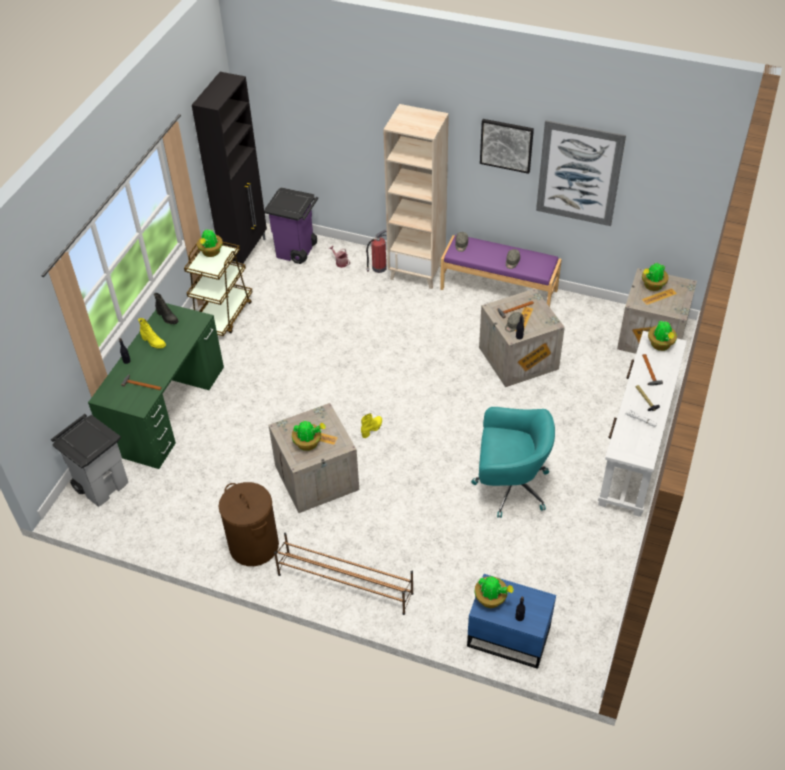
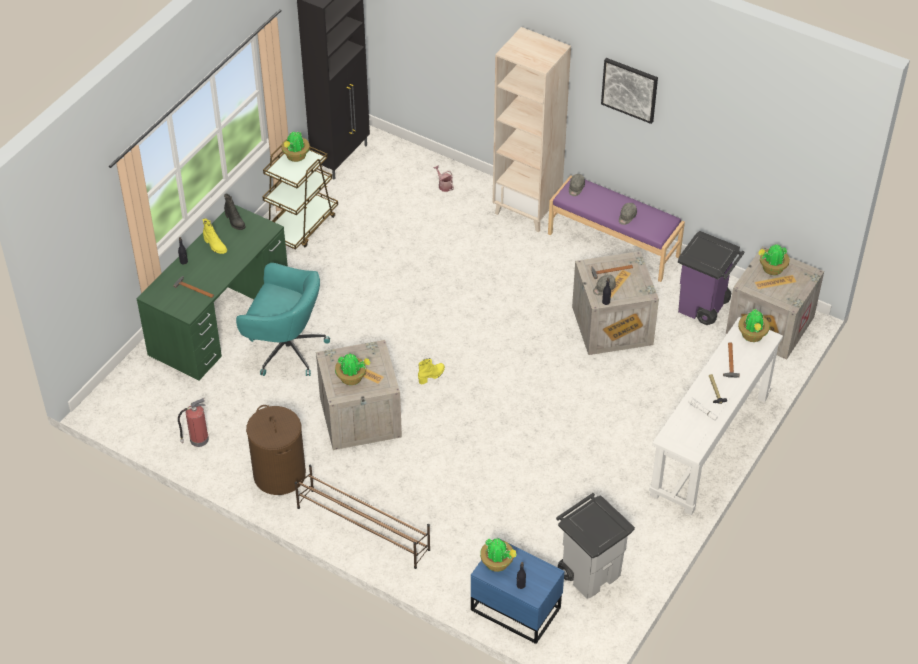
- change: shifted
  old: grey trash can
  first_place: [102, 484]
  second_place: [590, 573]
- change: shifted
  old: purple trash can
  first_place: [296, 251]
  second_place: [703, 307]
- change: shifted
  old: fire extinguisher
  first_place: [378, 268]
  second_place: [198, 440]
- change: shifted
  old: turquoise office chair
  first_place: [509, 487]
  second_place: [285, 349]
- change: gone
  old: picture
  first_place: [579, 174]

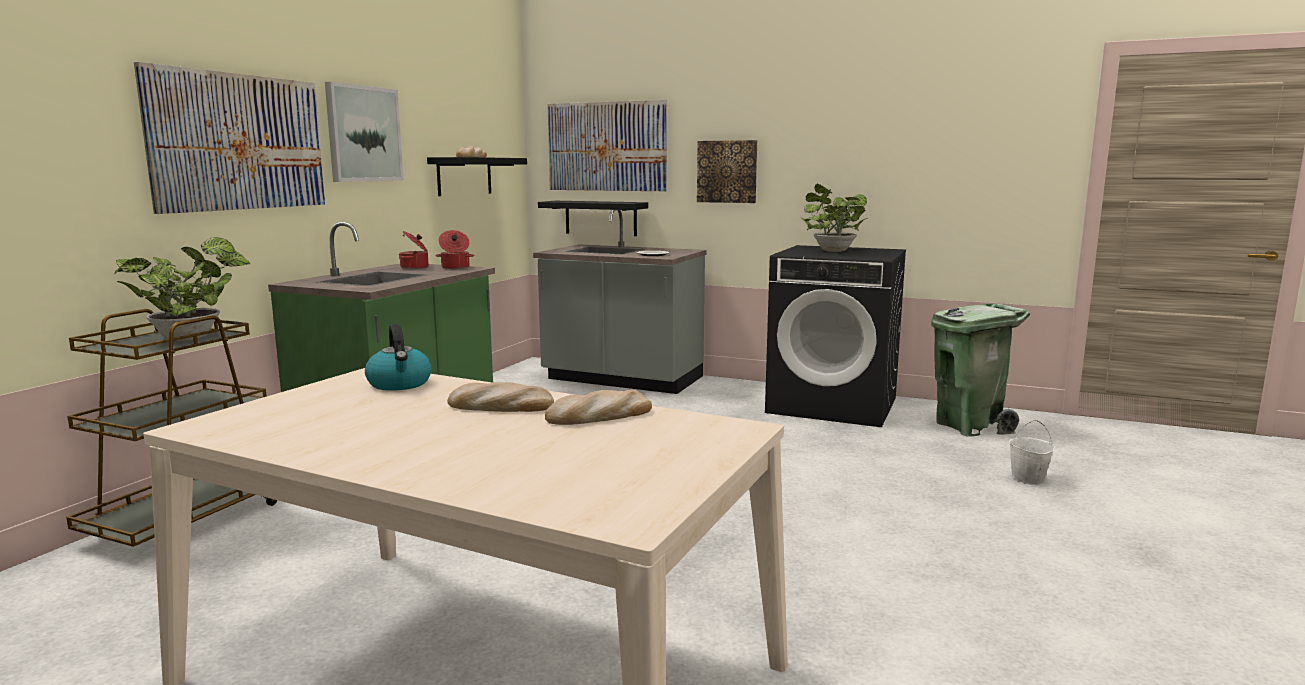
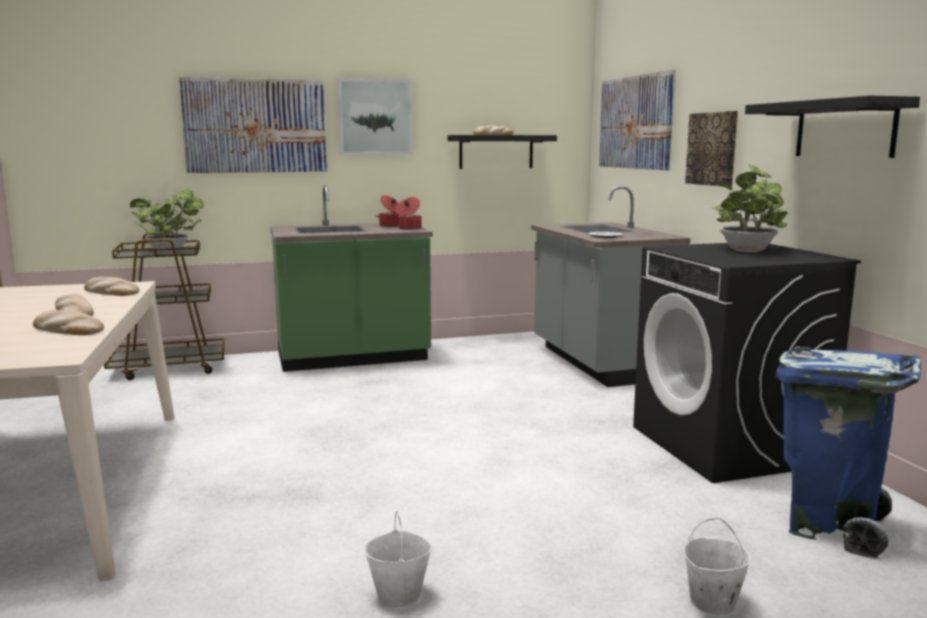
- change: swapped
  old: kettle
  new: bread
  first_place: [400, 384]
  second_place: [110, 292]
- change: shifted
  old: black shelf
  first_place: [600, 218]
  second_place: [844, 129]
- change: repainted
  old: green trash can
  new: blue trash can
  first_place: [969, 426]
  second_place: [831, 526]
- change: new
  new: white bucket
  second_place: [399, 594]

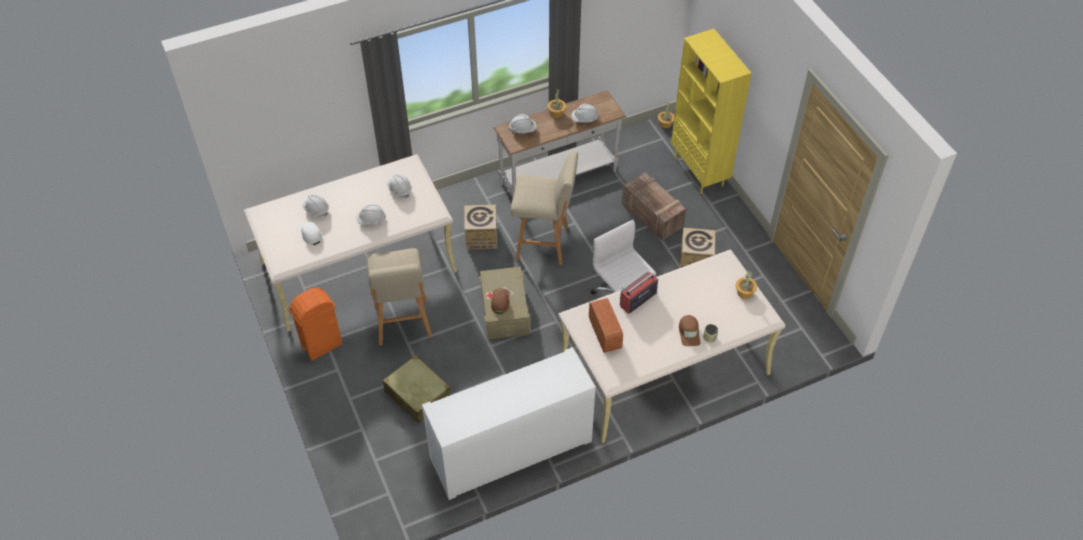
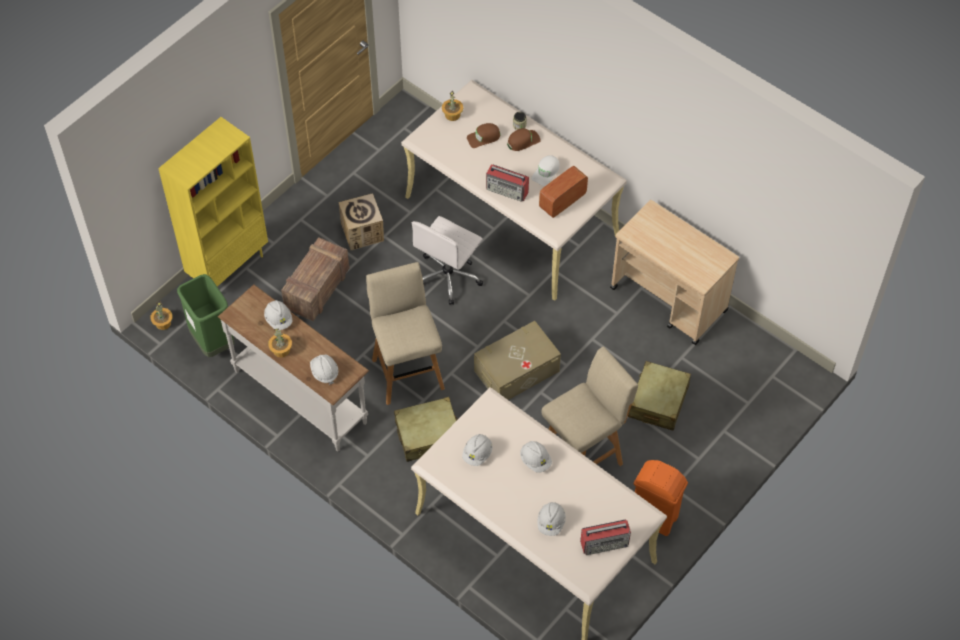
- change: shifted
  old: white cap
  first_place: [310, 234]
  second_place: [546, 172]
- change: swapped
  old: white cabinet
  new: beige cart
  first_place: [511, 450]
  second_place: [669, 300]
- change: swapped
  old: cardboard box
  new: beige suitcase
  first_place: [481, 237]
  second_place: [428, 435]
- change: shifted
  old: brown cap
  first_place: [500, 301]
  second_place: [483, 137]
- change: new
  new: green trash can
  second_place: [213, 342]
- change: new
  new: radio
  second_place: [605, 543]

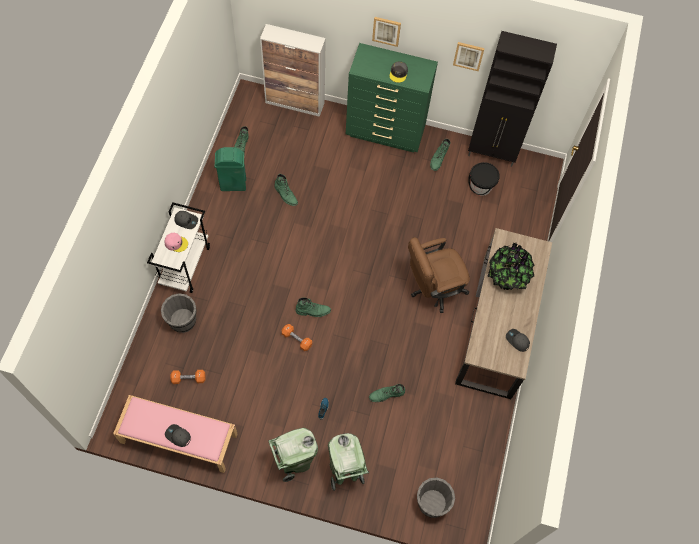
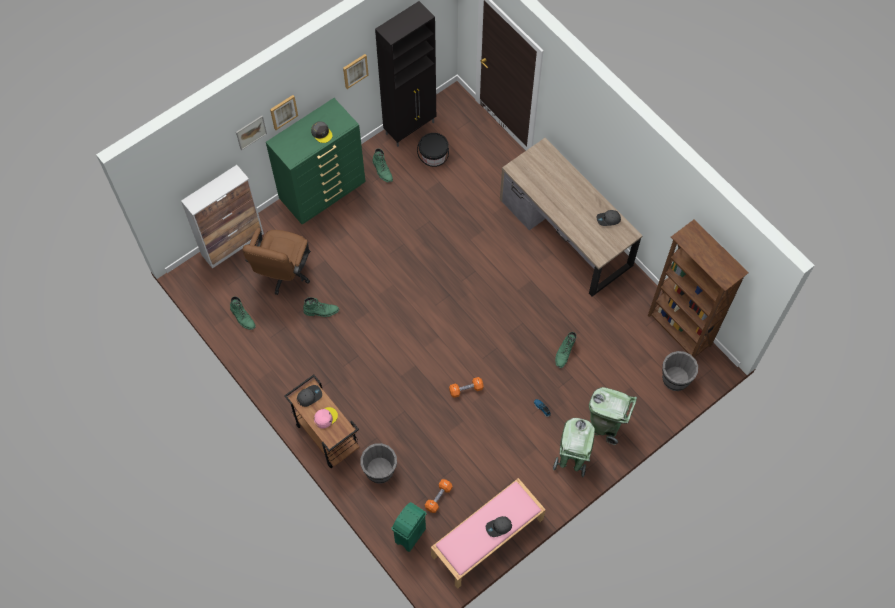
- change: repainted
  old: white cart
  new: brown cart
  first_place: [185, 265]
  second_place: [326, 436]
- change: shifted
  old: green trash can
  first_place: [233, 184]
  second_place: [410, 535]
- change: gone
  old: green boot
  first_place: [313, 311]
- change: shifted
  old: brown office chair
  first_place: [433, 288]
  second_place: [283, 274]
- change: gone
  old: potted plant
  first_place: [507, 277]
- change: new
  new: picture
  second_place: [251, 132]
- change: new
  new: brown bookcase
  second_place: [679, 331]

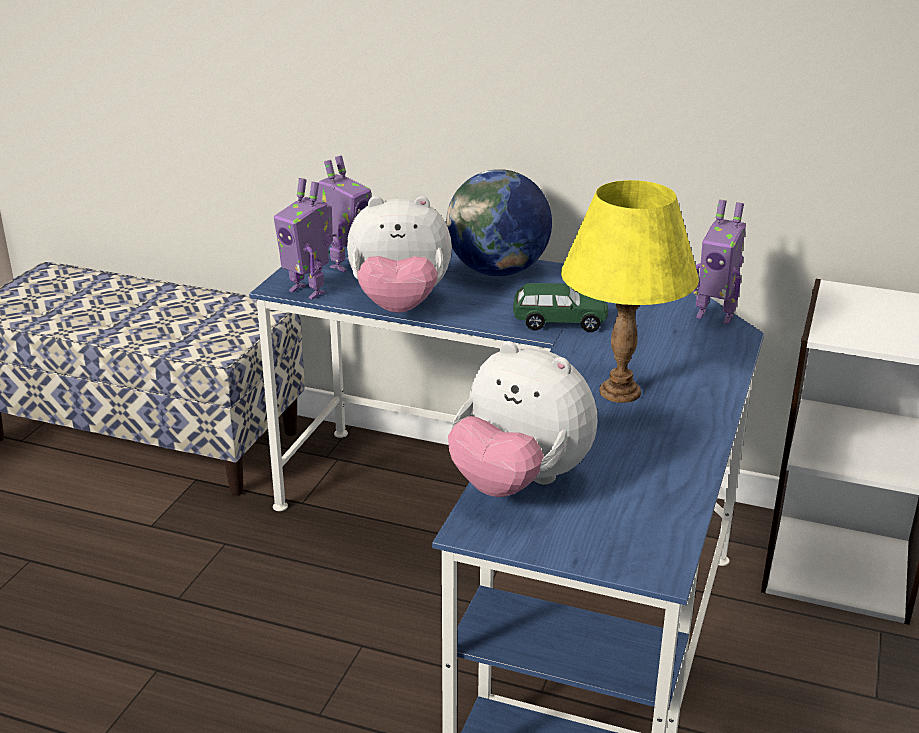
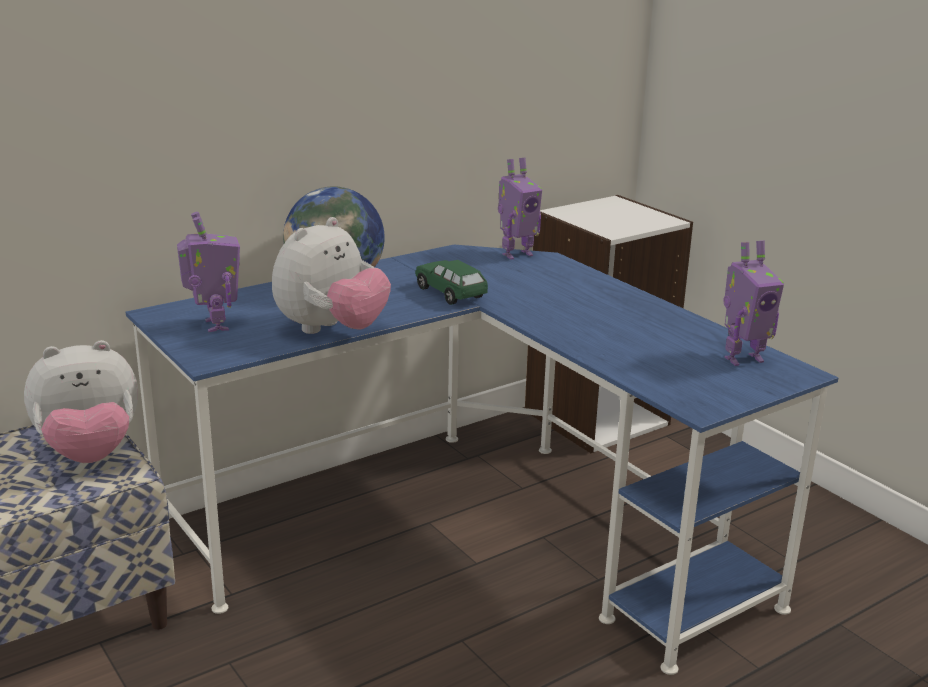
- change: shifted
  old: toy robot
  first_place: [308, 291]
  second_place: [742, 358]
- change: shifted
  old: plush toy
  first_place: [519, 483]
  second_place: [90, 453]
- change: rotated
  old: green toy car
  first_place: [559, 322]
  second_place: [451, 293]
  degrees: -75
- change: gone
  old: yellow table lamp
  first_place: [619, 392]

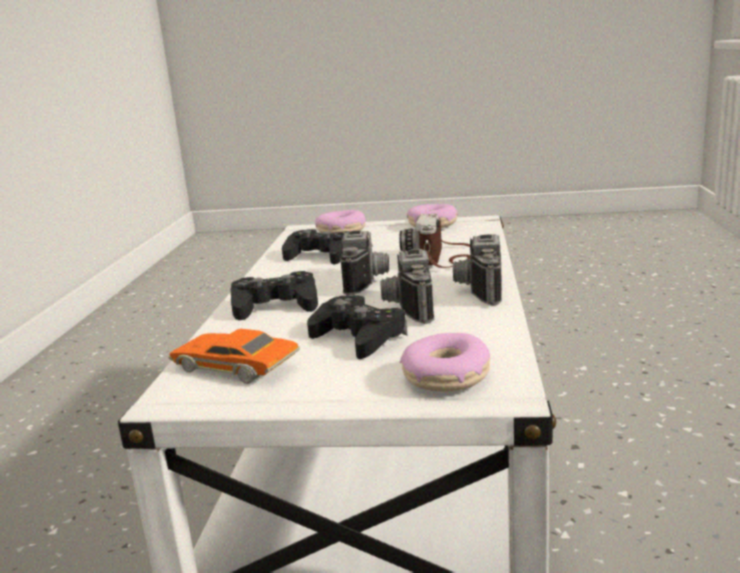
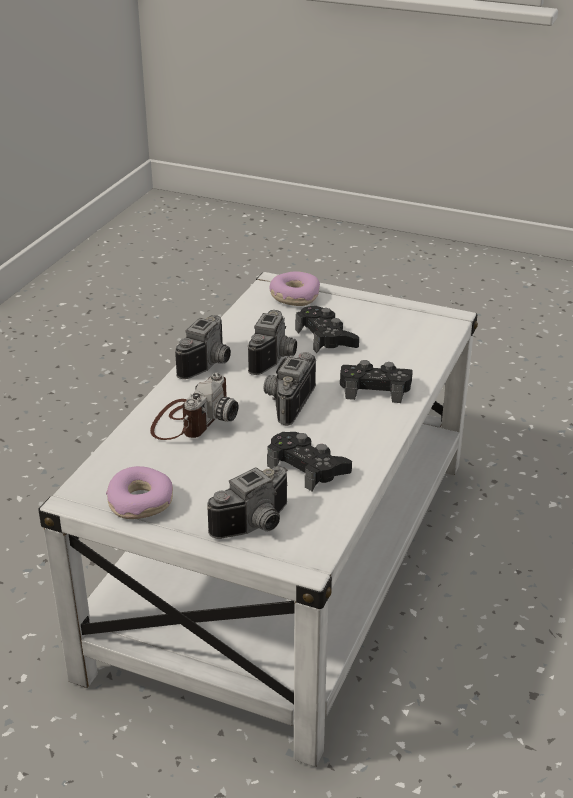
- change: gone
  old: orange toy car
  first_place: [235, 366]
- change: swapped
  old: donut
  new: photo camera
  first_place: [342, 231]
  second_place: [257, 525]

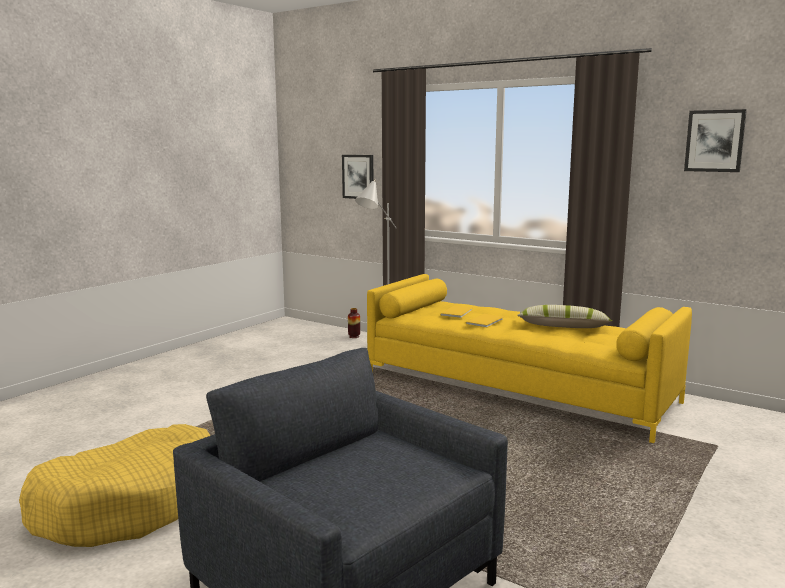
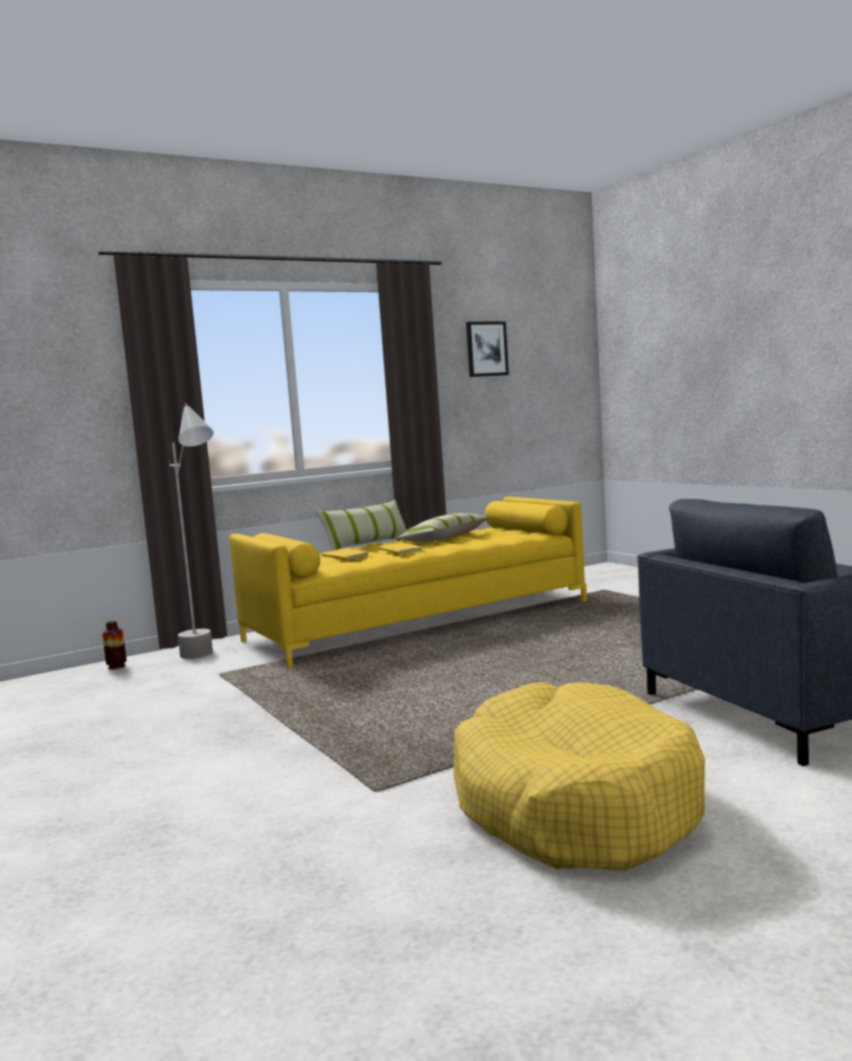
- change: gone
  old: picture
  first_place: [358, 176]
- change: new
  new: pillow
  second_place: [367, 544]

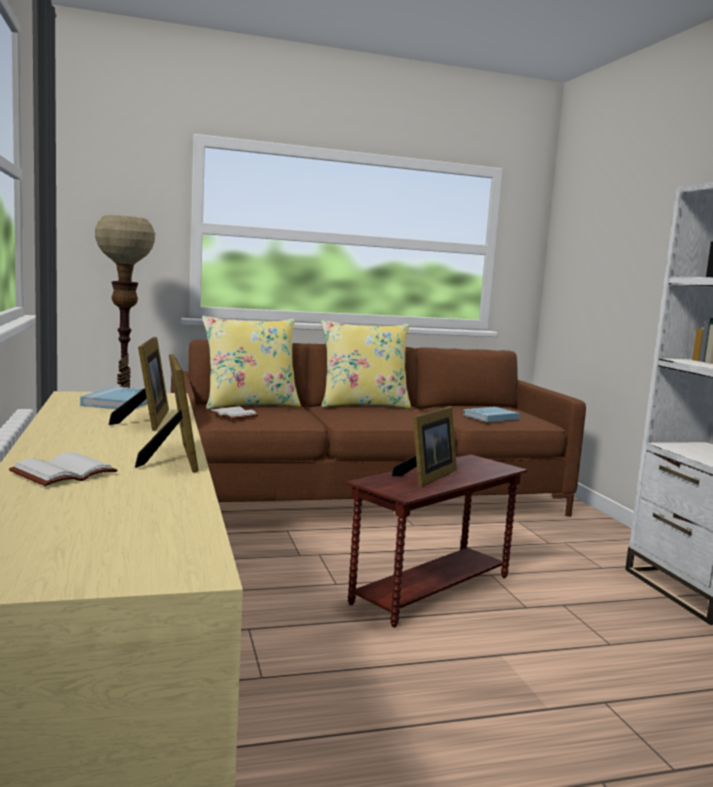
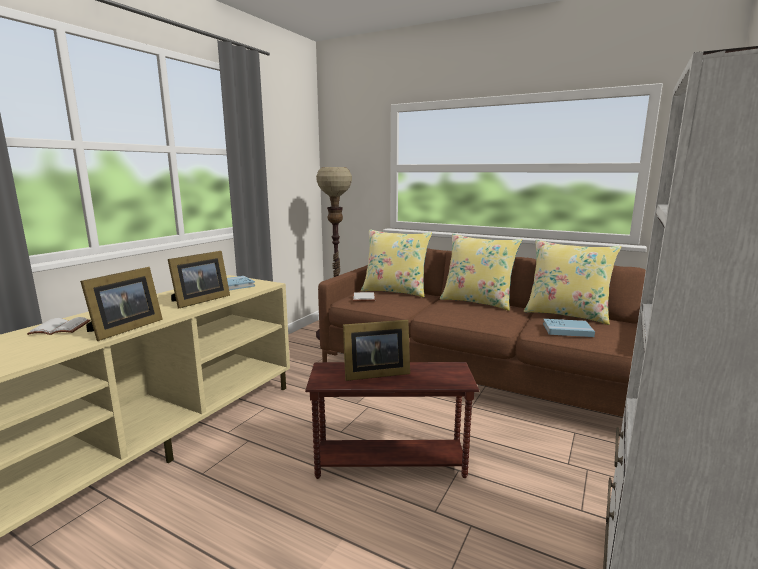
- change: new
  new: yellow pillow
  second_place: [566, 314]

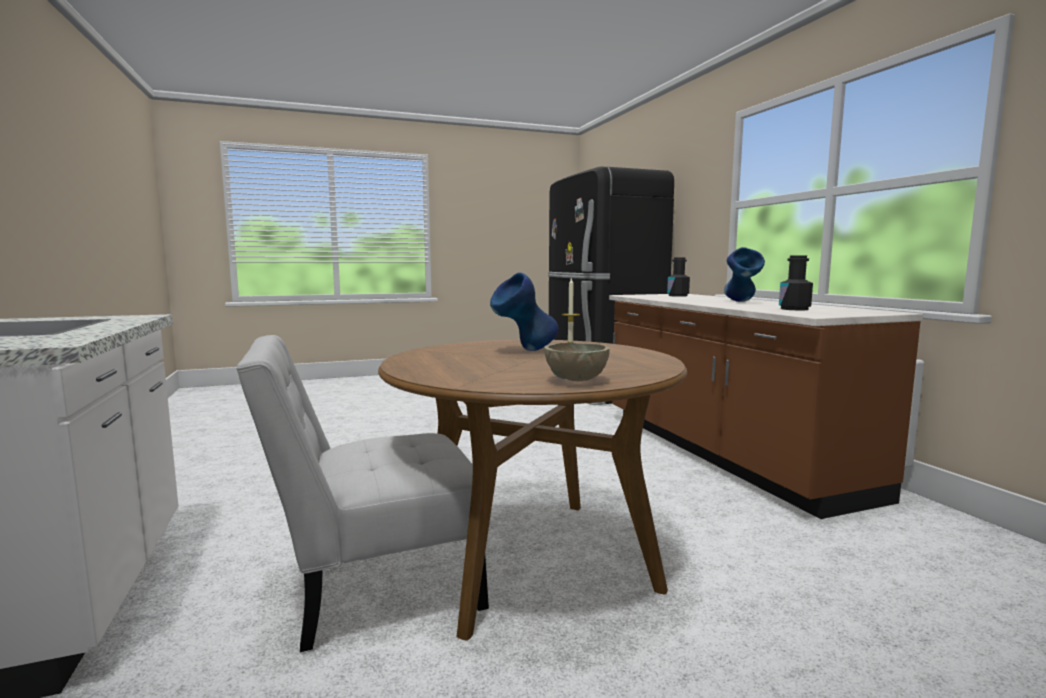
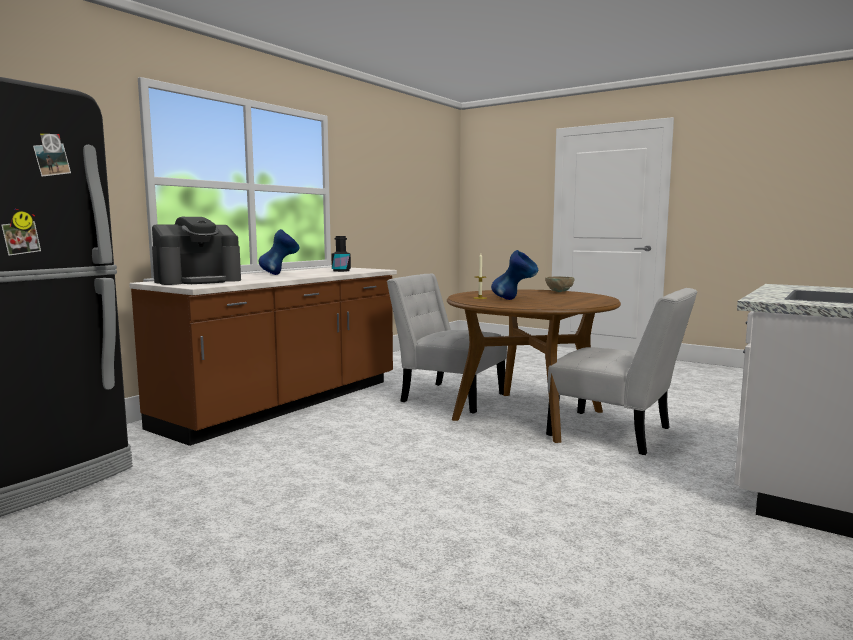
- change: swapped
  old: black bottle
  new: coffee machine
  first_place: [678, 296]
  second_place: [198, 281]
- change: new
  new: white chair
  second_place: [448, 397]

